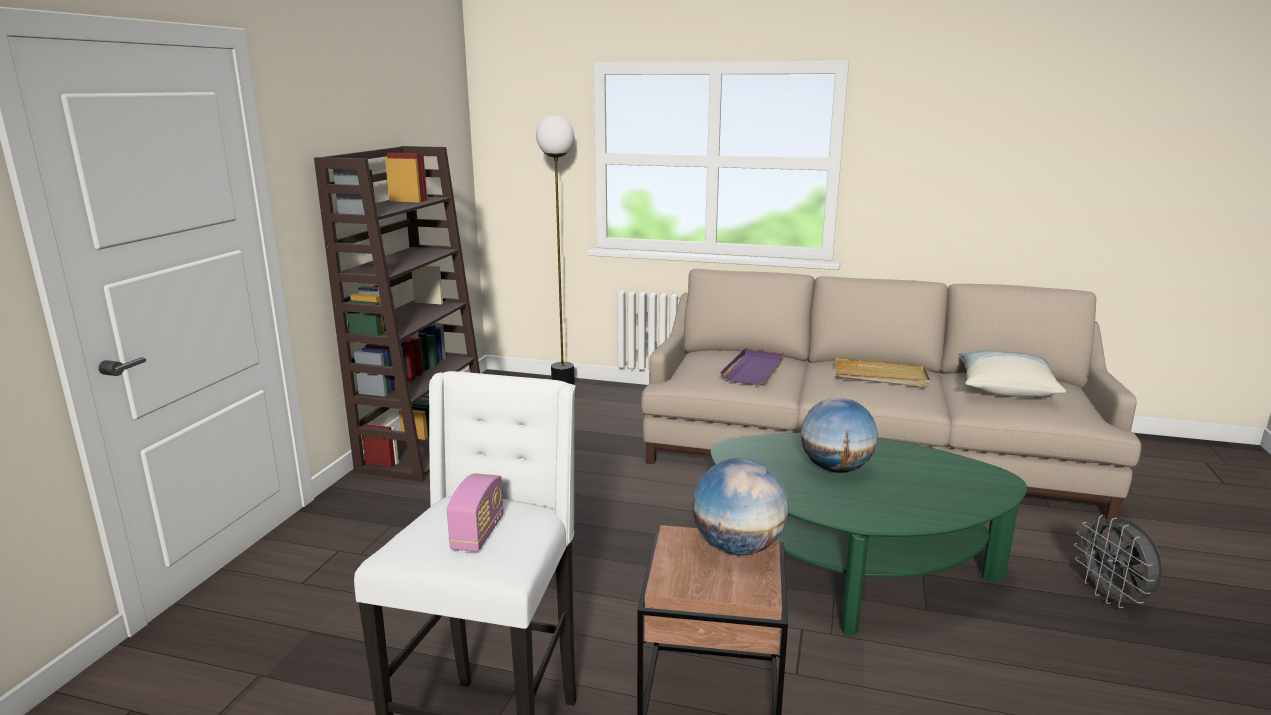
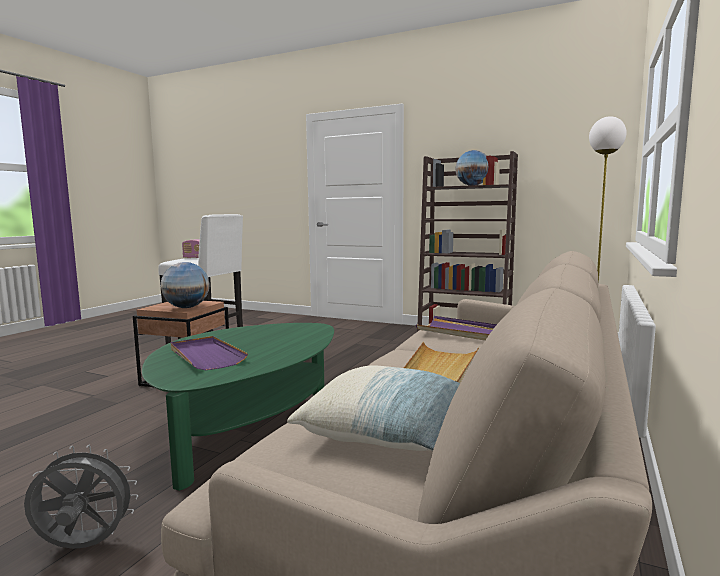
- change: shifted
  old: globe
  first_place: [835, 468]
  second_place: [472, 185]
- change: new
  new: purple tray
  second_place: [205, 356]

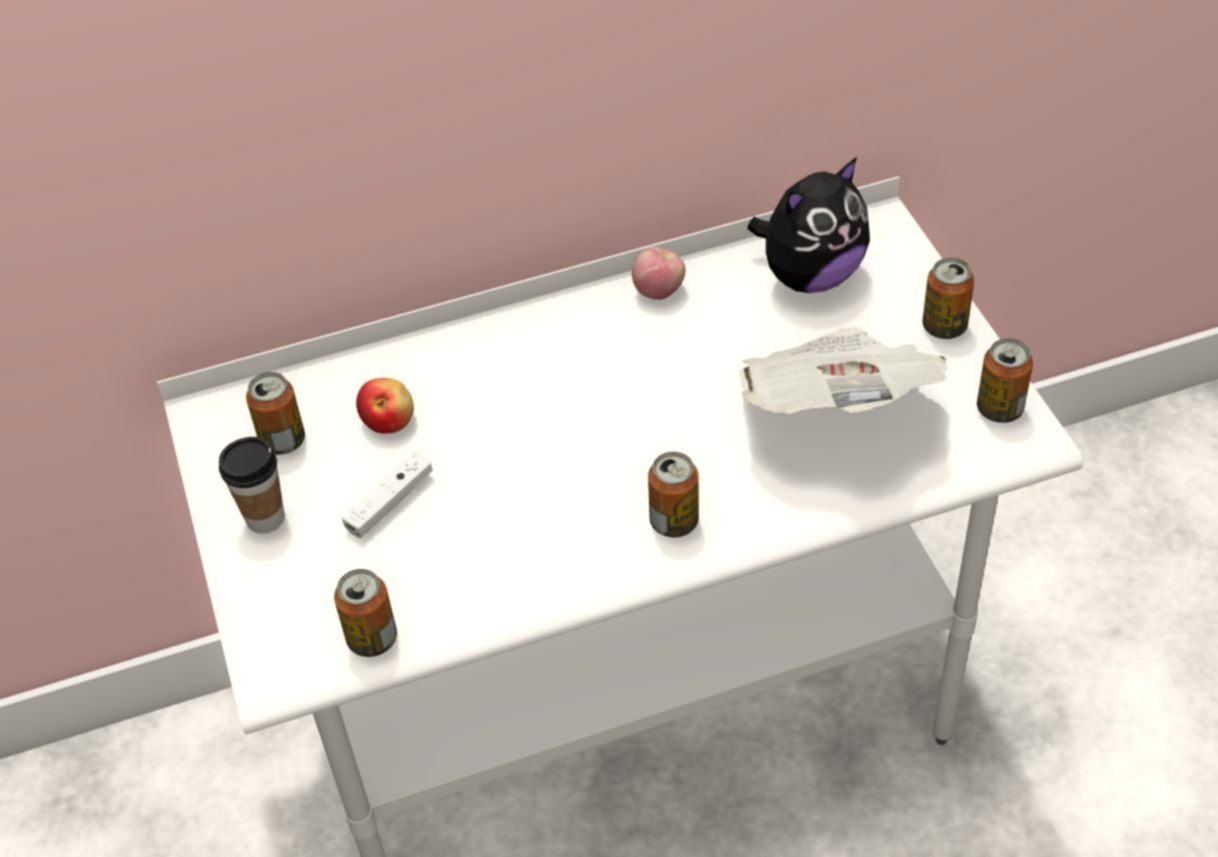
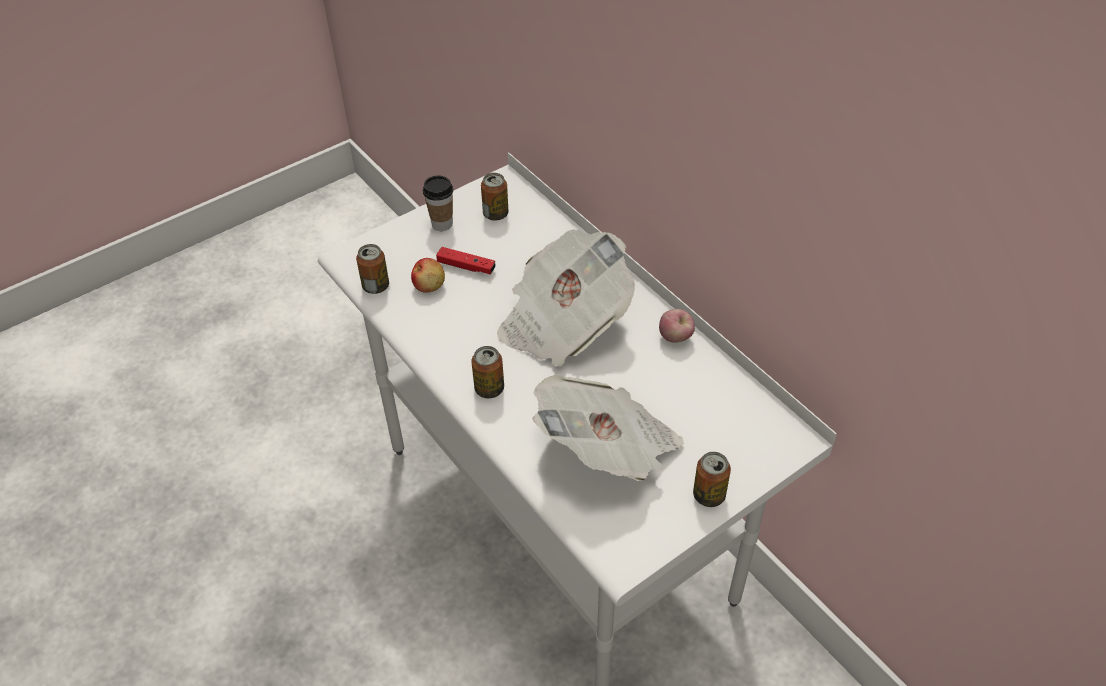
- change: repainted
  old: white game controller
  new: red game controller
  first_place: [389, 503]
  second_place: [466, 266]
- change: shifted
  old: apple
  first_place: [388, 420]
  second_place: [429, 285]
- change: gone
  old: plush toy
  first_place: [810, 275]
- change: gone
  old: can
  first_place: [999, 409]
- change: new
  new: newspaper
  second_place: [563, 322]

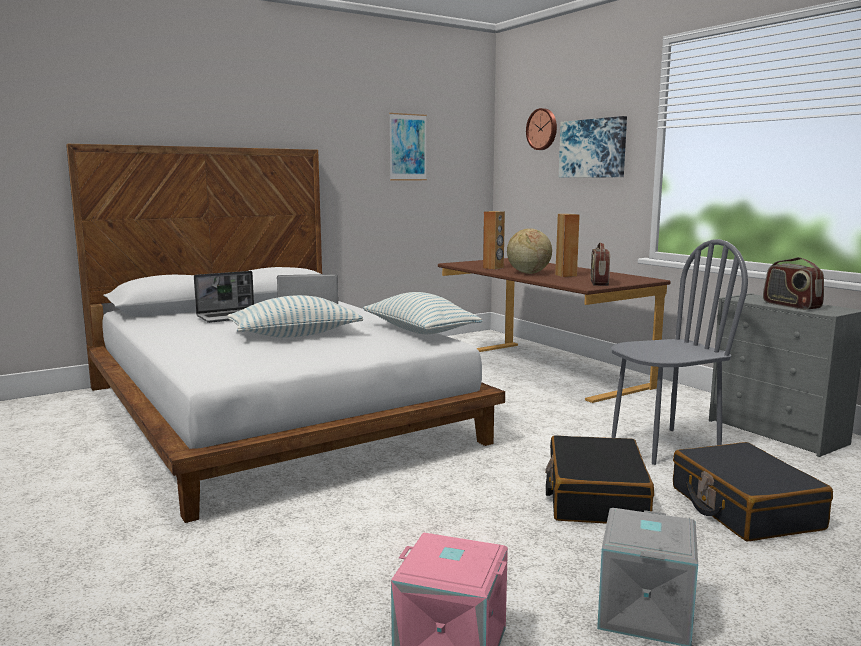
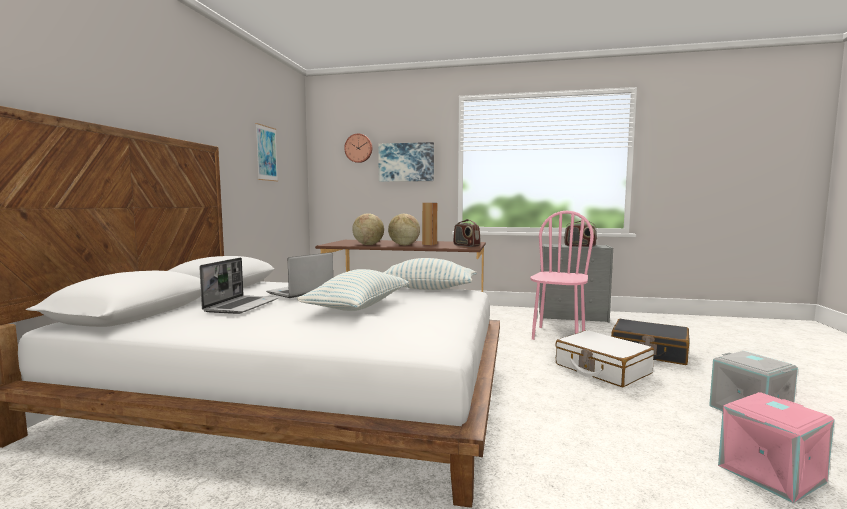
- change: swapped
  old: brown speaker
  new: globe
  first_place: [493, 268]
  second_place: [368, 244]
- change: repainted
  old: black suitcase
  new: white suitcase
  first_place: [595, 497]
  second_place: [602, 369]
- change: repainted
  old: grey chair
  new: pink chair
  first_place: [664, 446]
  second_place: [558, 335]

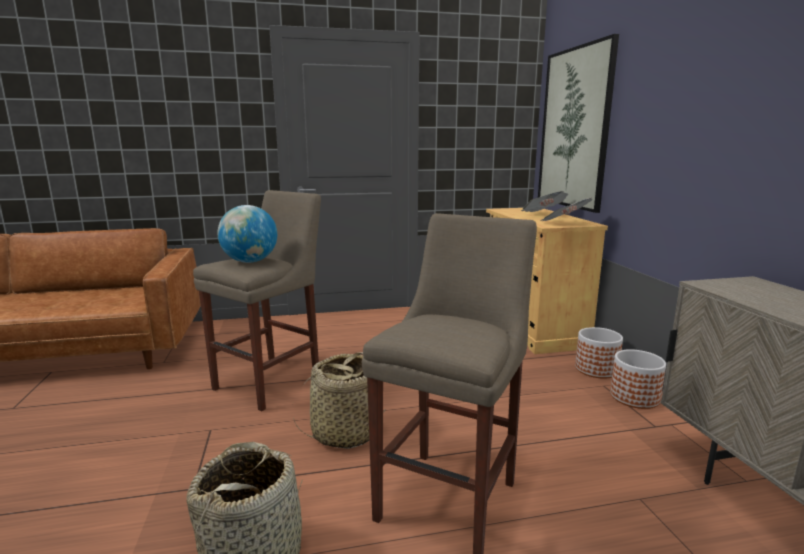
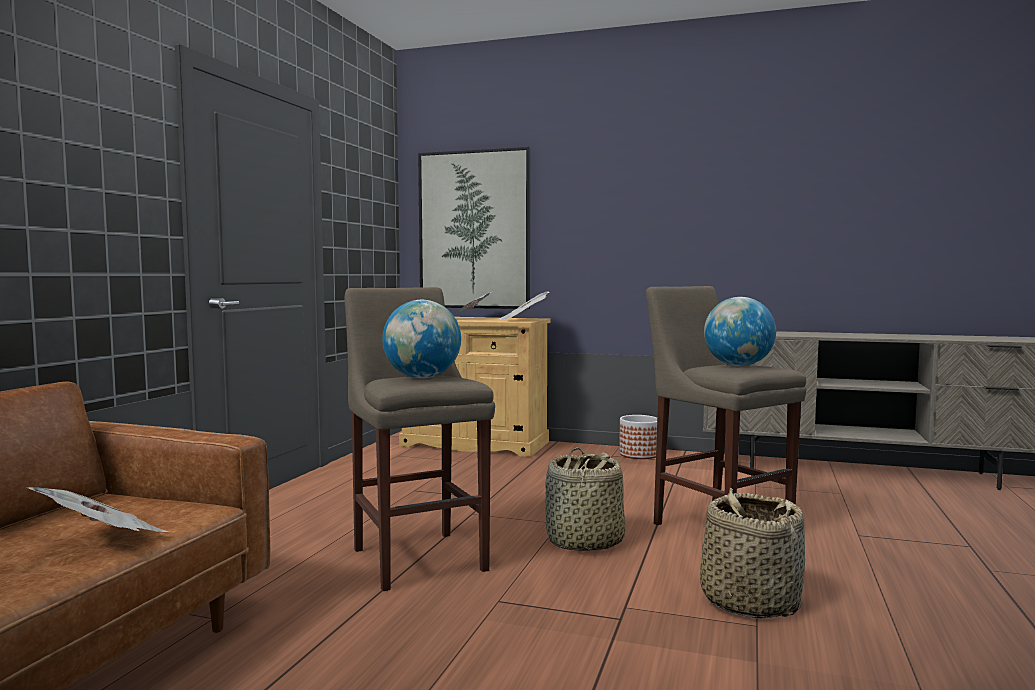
- change: gone
  old: planter
  first_place: [596, 369]
- change: new
  new: newspaper
  second_place: [103, 541]
- change: new
  new: globe
  second_place: [738, 366]

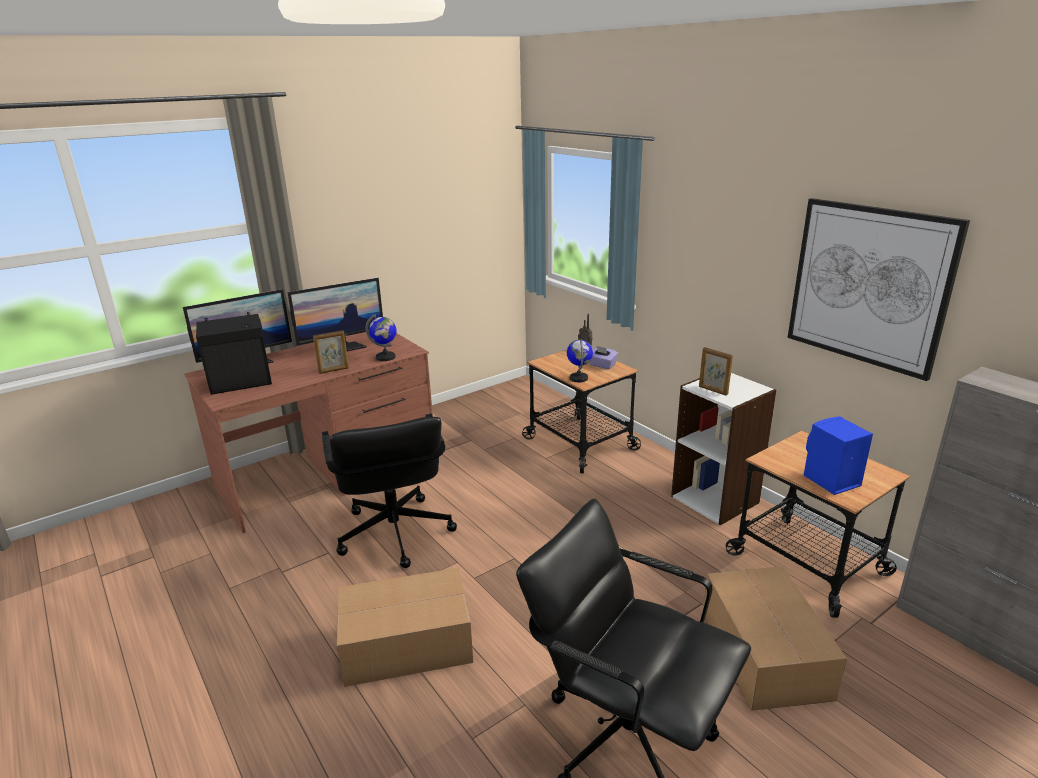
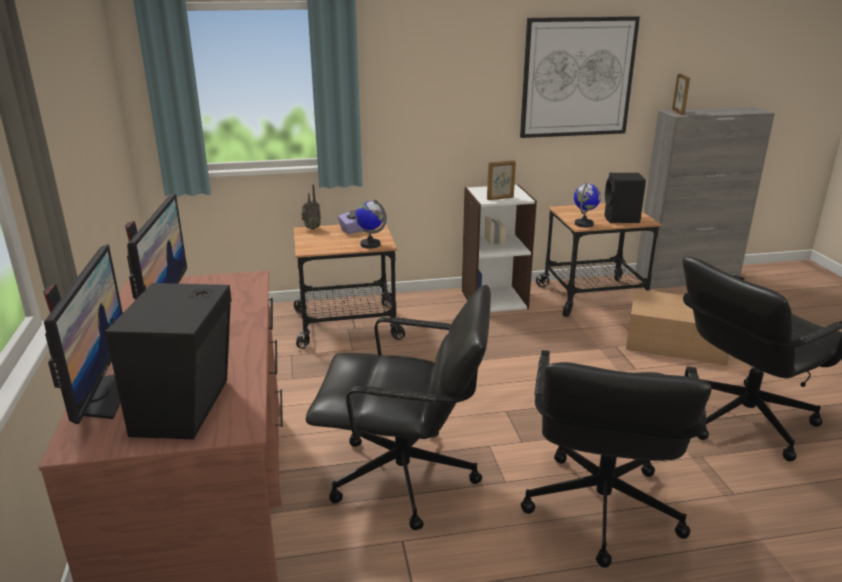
- change: shifted
  old: picture frame
  first_place: [334, 370]
  second_place: [678, 112]
- change: swapped
  old: cardboard box
  new: black office chair
  first_place: [404, 643]
  second_place: [600, 508]
- change: shifted
  old: globe
  first_place: [386, 357]
  second_place: [584, 224]
- change: repainted
  old: blue speaker
  new: black speaker
  first_place: [829, 481]
  second_place: [621, 219]

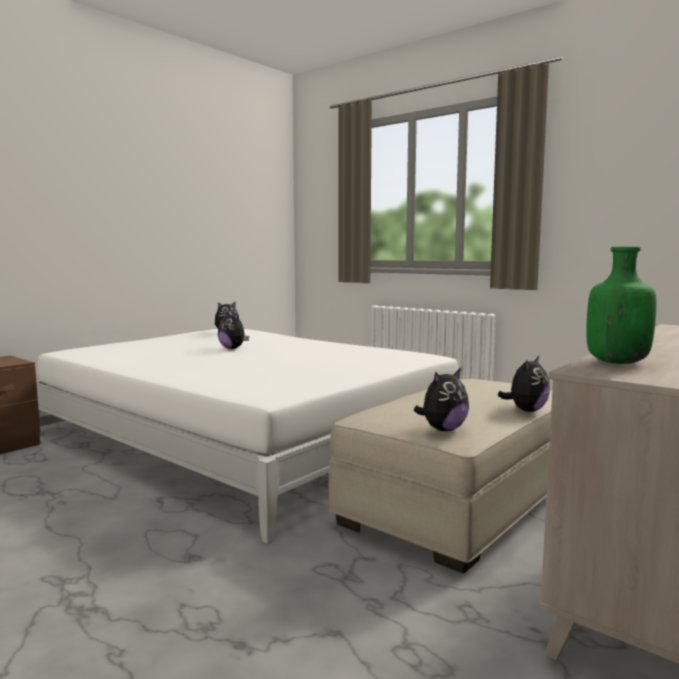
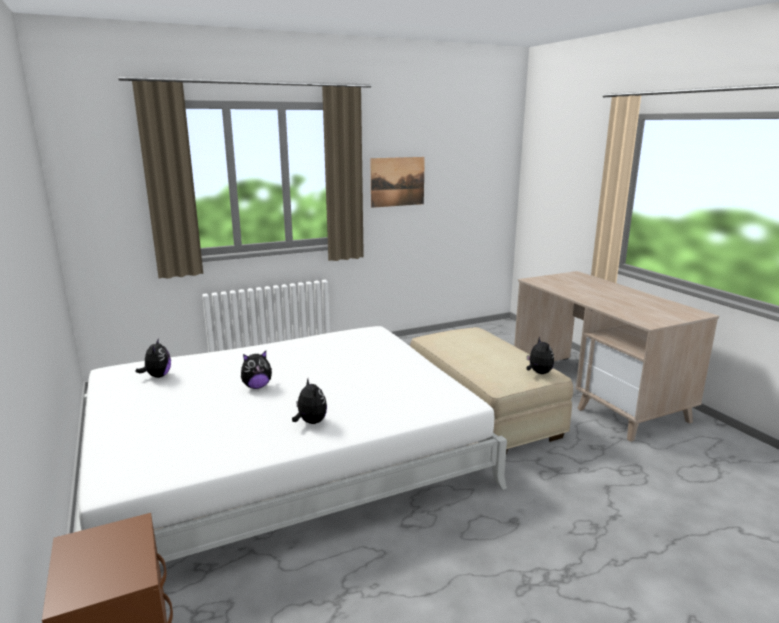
- change: shifted
  old: plush toy
  first_place: [526, 410]
  second_place: [310, 422]
- change: gone
  old: green bottle
  first_place: [616, 362]
- change: new
  new: picture
  second_place: [397, 181]

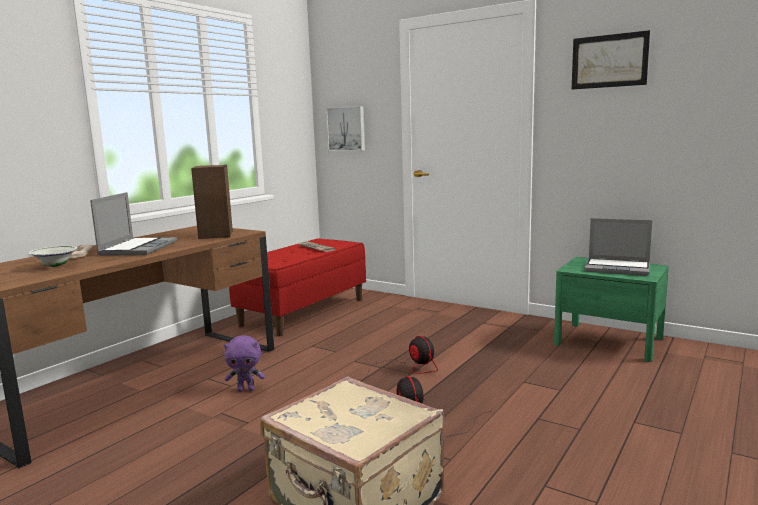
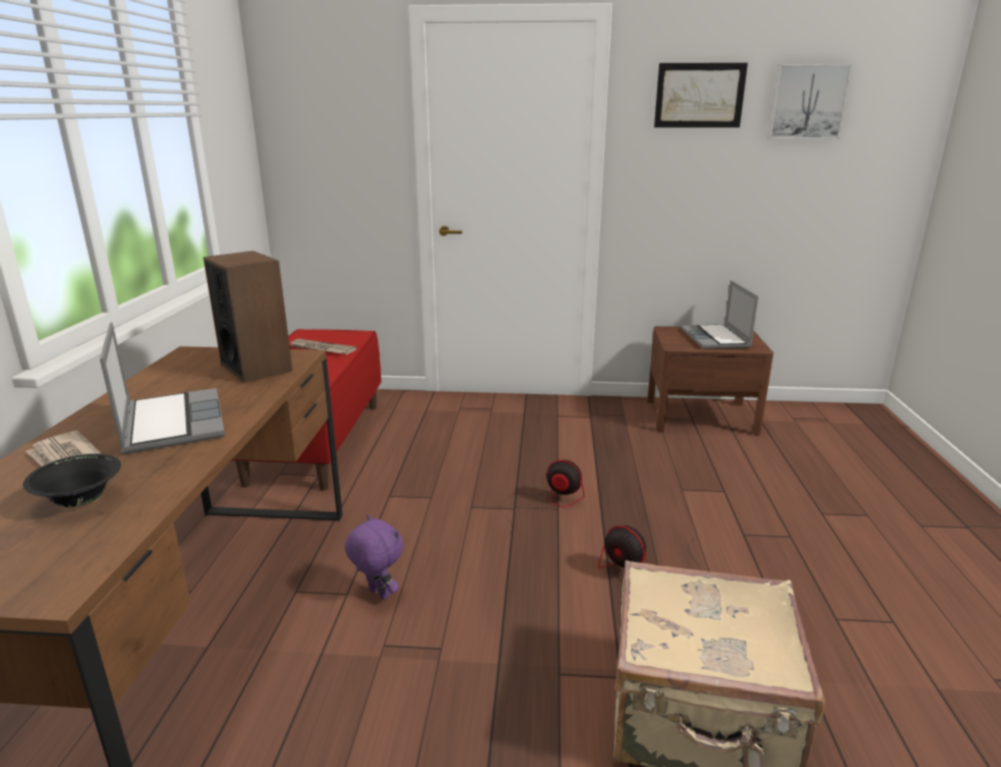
- change: repainted
  old: white bowl
  new: black bowl
  first_place: [55, 266]
  second_place: [80, 501]
- change: rotated
  old: purple plush toy
  first_place: [246, 389]
  second_place: [377, 594]
  degrees: -105
- change: shifted
  old: picture
  first_place: [346, 129]
  second_place: [807, 102]
- change: repainted
  old: green nightstand
  new: brown nightstand
  first_place: [608, 341]
  second_place: [700, 417]
- change: rotated
  old: laptop
  first_place: [618, 268]
  second_place: [716, 339]
  degrees: 90

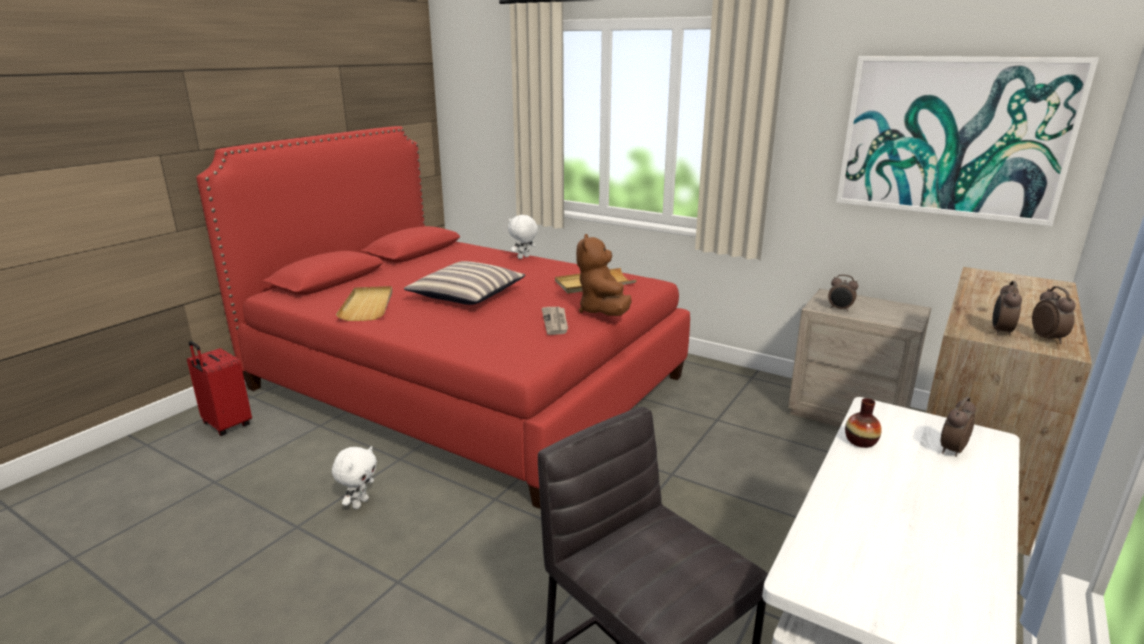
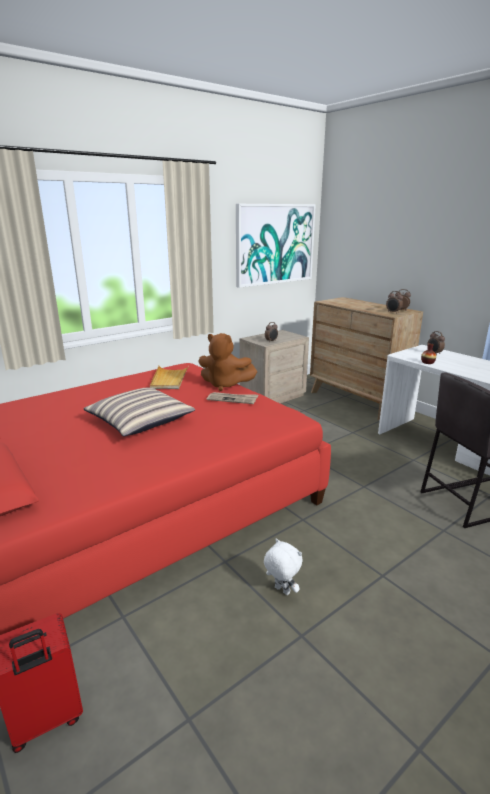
- change: gone
  old: beige tray
  first_place: [368, 306]
- change: gone
  old: white plush toy
  first_place: [523, 257]

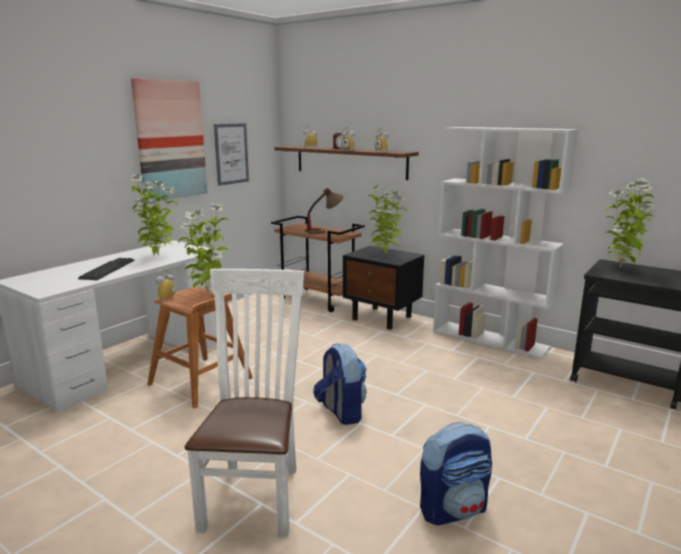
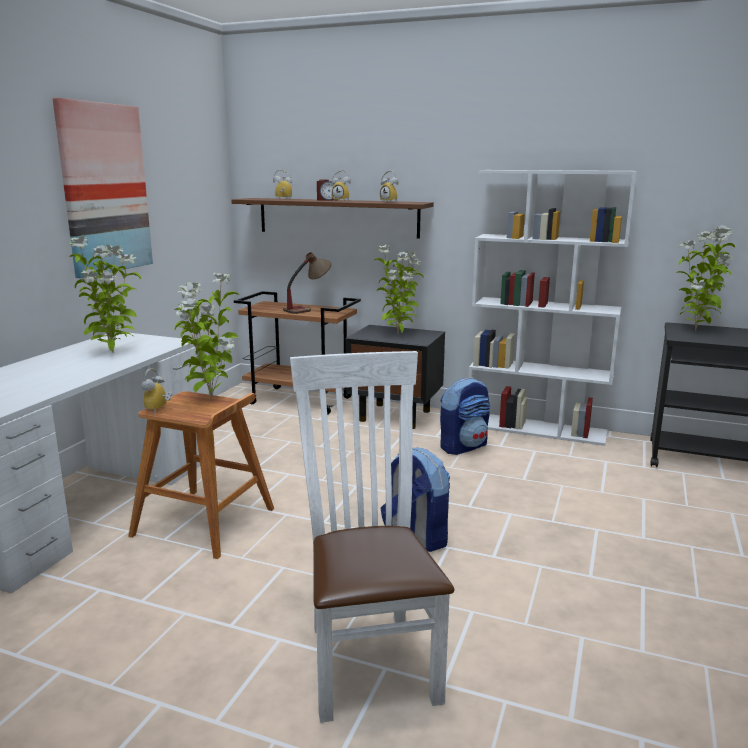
- change: gone
  old: keyboard
  first_place: [107, 269]
- change: gone
  old: picture
  first_place: [231, 154]
- change: shifted
  old: backpack
  first_place: [453, 509]
  second_place: [463, 446]

